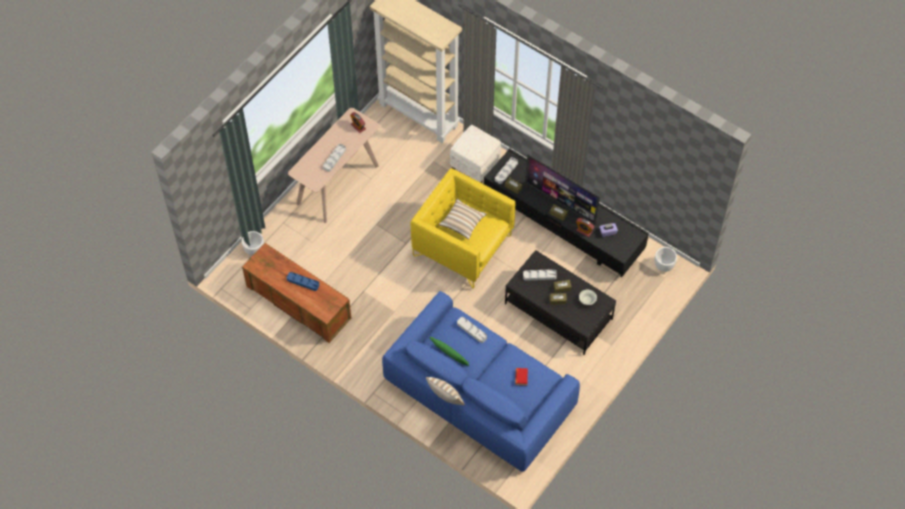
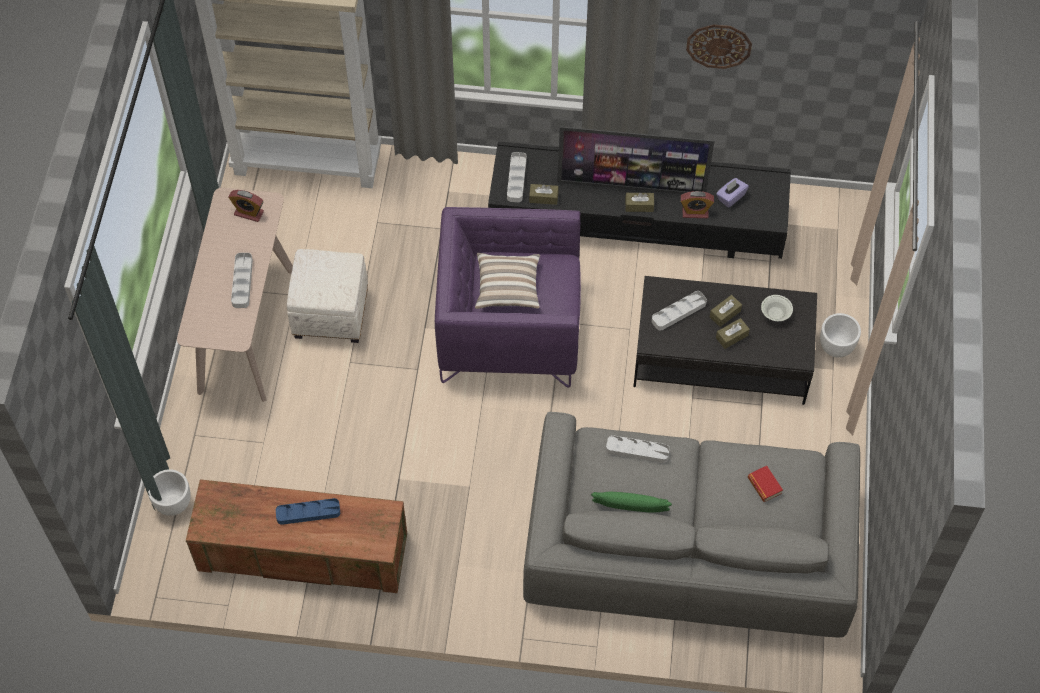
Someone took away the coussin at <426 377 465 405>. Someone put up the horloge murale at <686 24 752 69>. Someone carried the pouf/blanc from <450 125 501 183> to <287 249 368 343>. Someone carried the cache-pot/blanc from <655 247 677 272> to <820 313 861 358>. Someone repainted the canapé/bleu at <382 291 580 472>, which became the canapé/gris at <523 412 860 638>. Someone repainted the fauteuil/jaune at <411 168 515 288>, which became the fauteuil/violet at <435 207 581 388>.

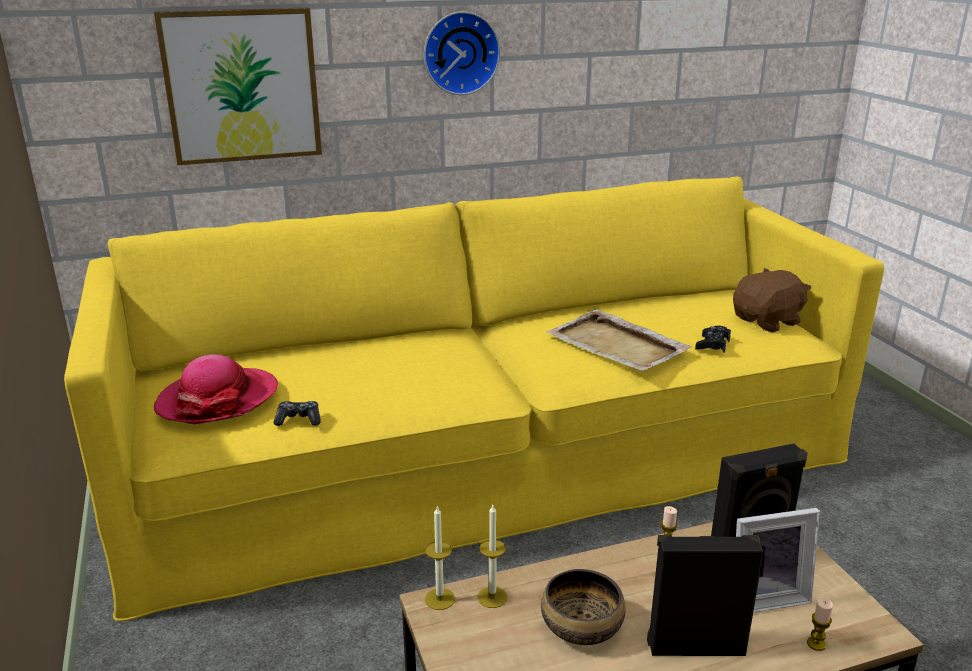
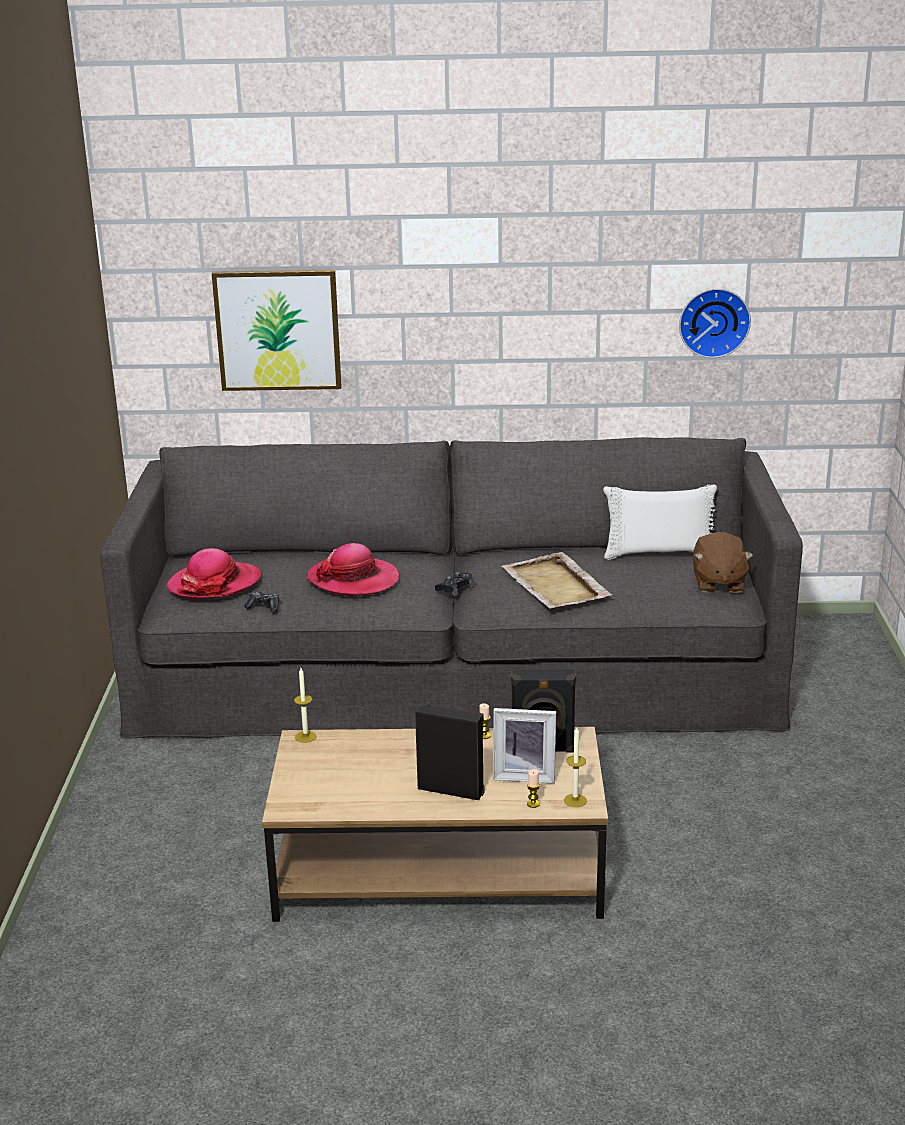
Someone took away the bol at <541 569 625 645>. Someone put down the chapeau at <306 543 399 597>. Someone put down the coussin/blanc at <603 484 717 560>. Someone carried the horloge murale from <424 11 500 95> to <679 288 751 358>. Someone carried the bougie from <477 505 507 608> to <564 727 587 807>. Someone carried the manette/noir from <695 326 731 352> to <435 572 474 597>. Someone repainted the canapé/jaune at <64 177 884 621>, which became the canapé/gris at <100 437 803 738>. Someone rotated the peluche/marron at <733 268 811 333> by 105 degrees clockwise.

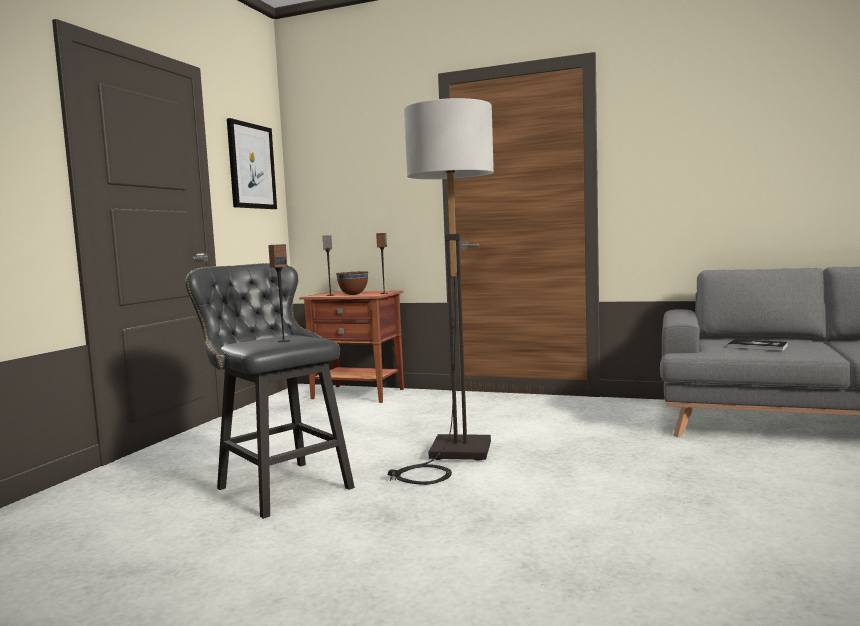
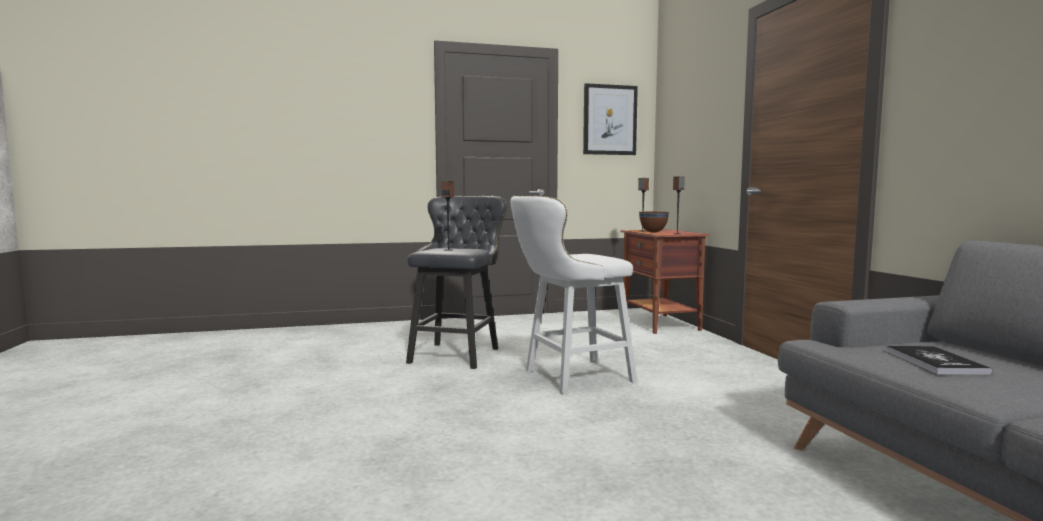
Someone swapped the lampadaire at <388 98 494 485> for the tabouret/blanc at <510 196 637 395>.

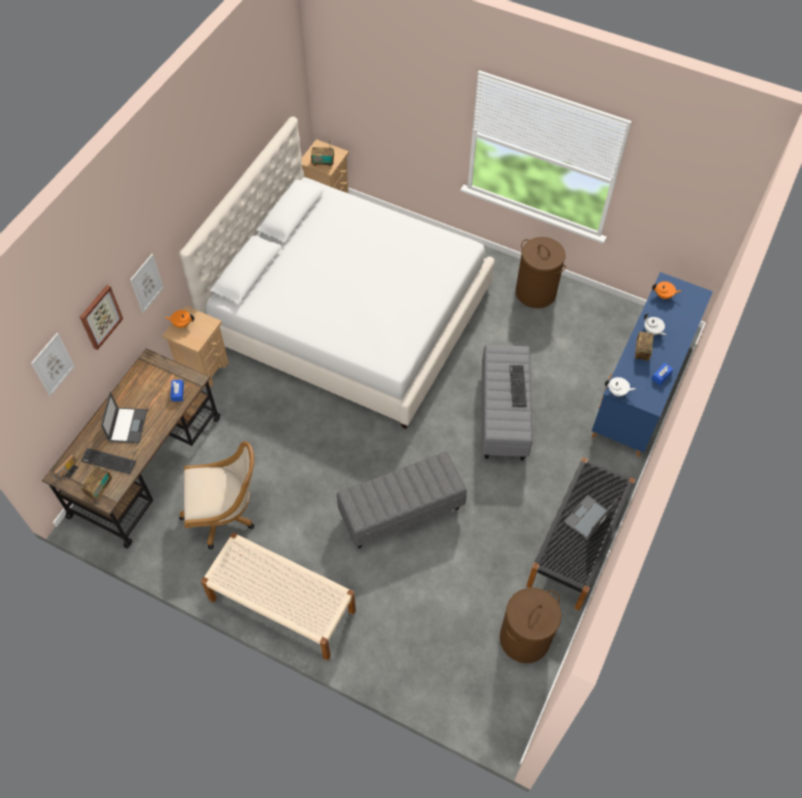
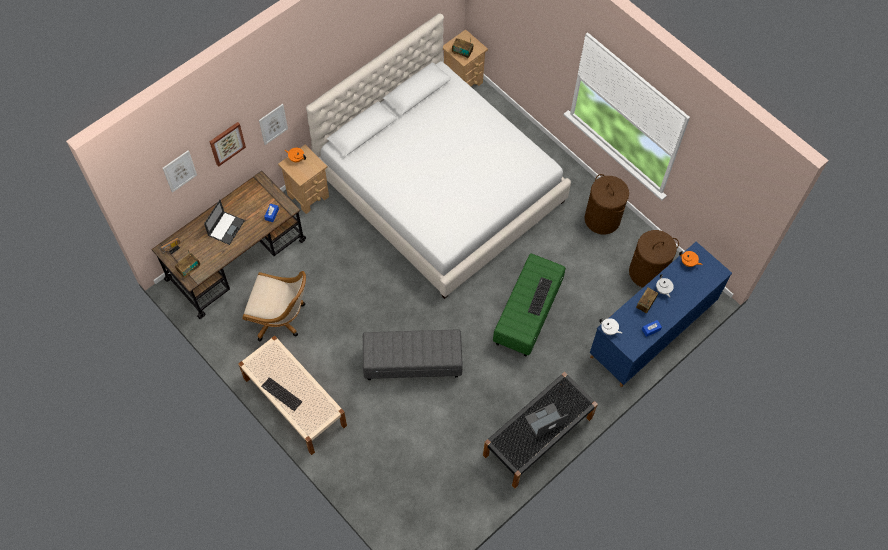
Someone carried the clavier from <81 448 137 474> to <261 377 302 411>. Someone carried the panier à linge/marron from <500 588 561 663> to <629 230 679 288>. Someone repainted the pouf/gris at <482 345 533 460>, which became the pouf/vert at <493 253 566 357>.

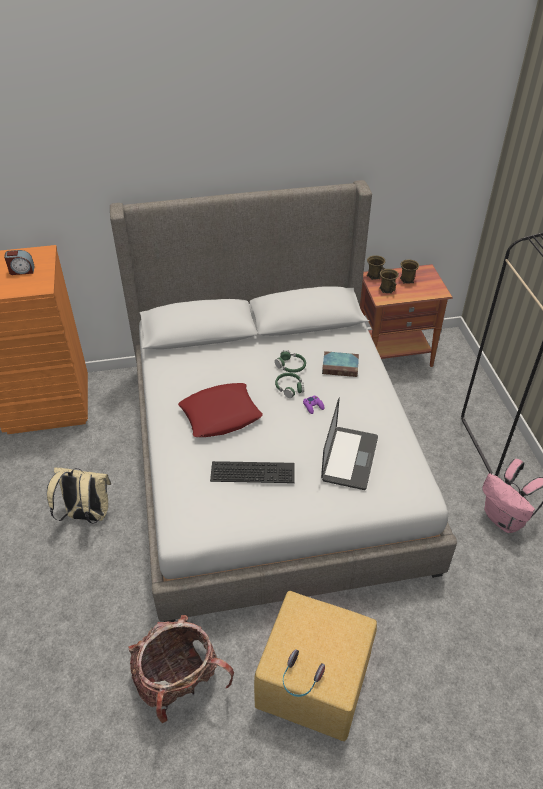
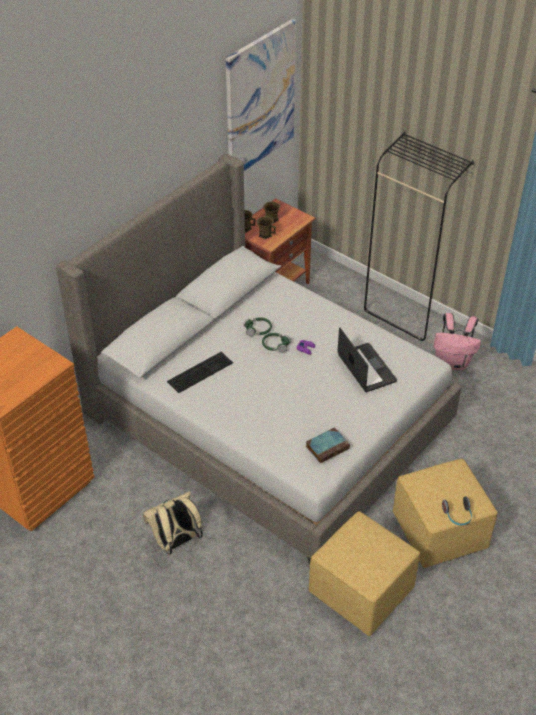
Someone took away the réveil at <4 250 35 275>. Someone took away the coussin/rouge at <178 383 263 437>. Someone put up the tableau at <226 19 296 171>. Someone carried the clavier from <210 461 295 483> to <167 352 233 393>. Someone carried the livre from <322 351 359 377> to <306 427 350 463>. Someone swapped the sac à dos at <128 615 234 723> for the pouf/jaune at <309 511 420 636>.

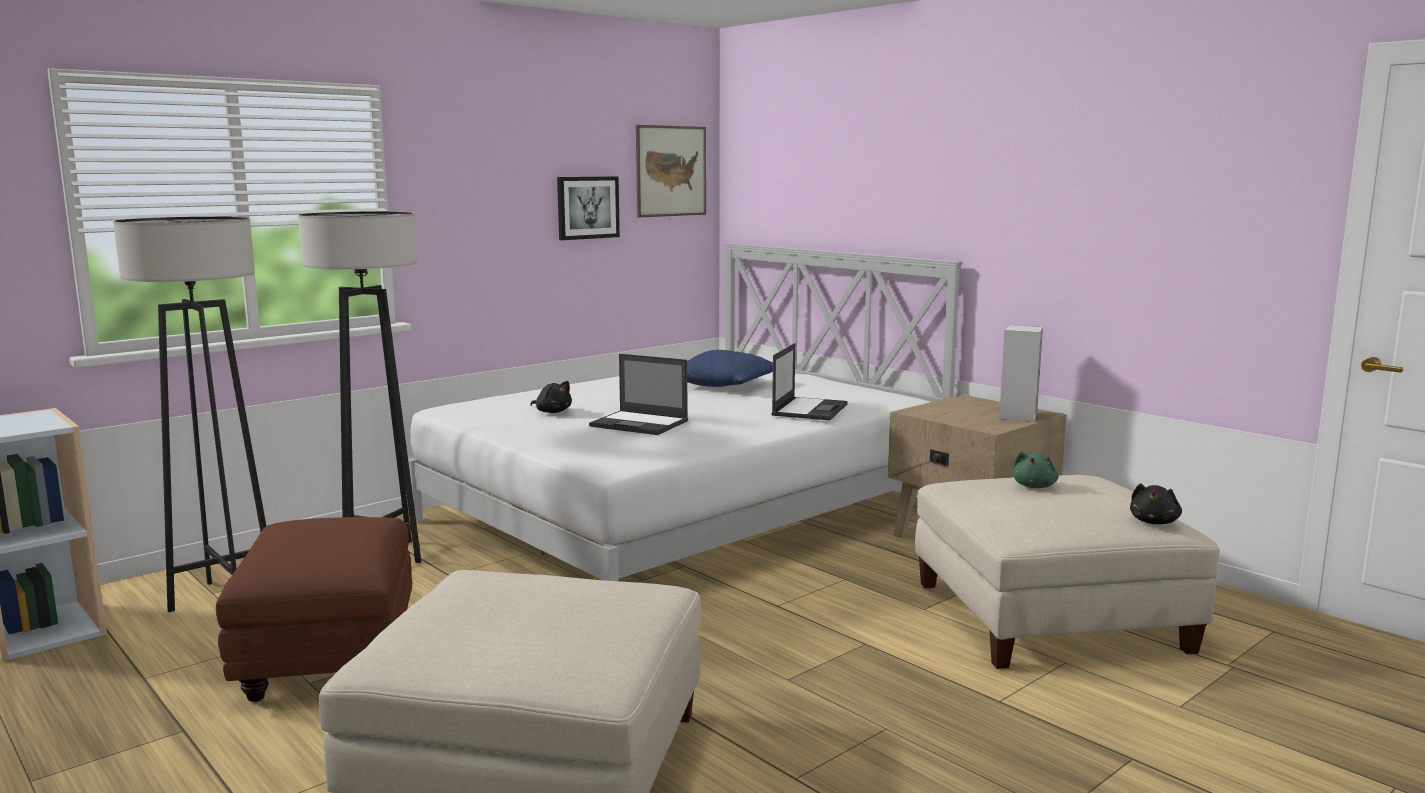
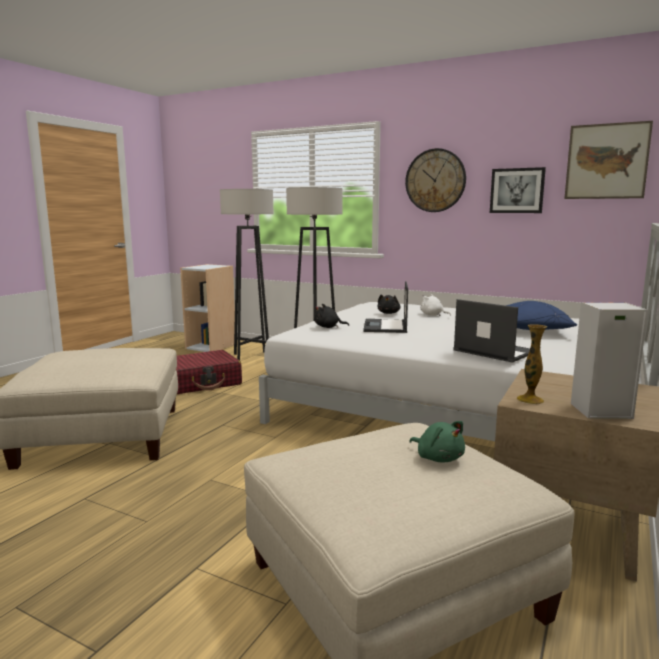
Someone put up the horloge murale at <405 148 466 212>. Someone put down the peluche/blanc at <420 294 451 316>. Someone put down the vase at <517 324 547 404>. Someone carried the peluche/noir from <1130 483 1182 524> to <314 304 349 328>. Someone swapped the pouf/marron at <216 517 412 702> for the valise/rouge at <176 350 242 394>. Someone rotated the ordinateur portable at <772 343 848 420> by 135 degrees counterclockwise. Someone rotated the peluche/vert at <1013 451 1059 488> by 135 degrees counterclockwise.

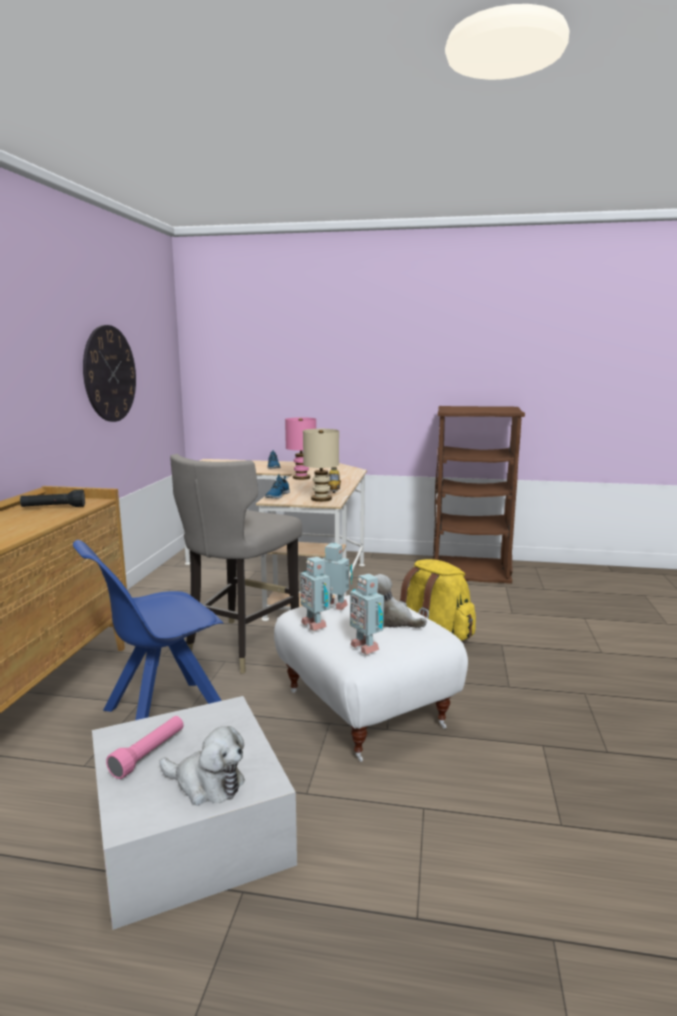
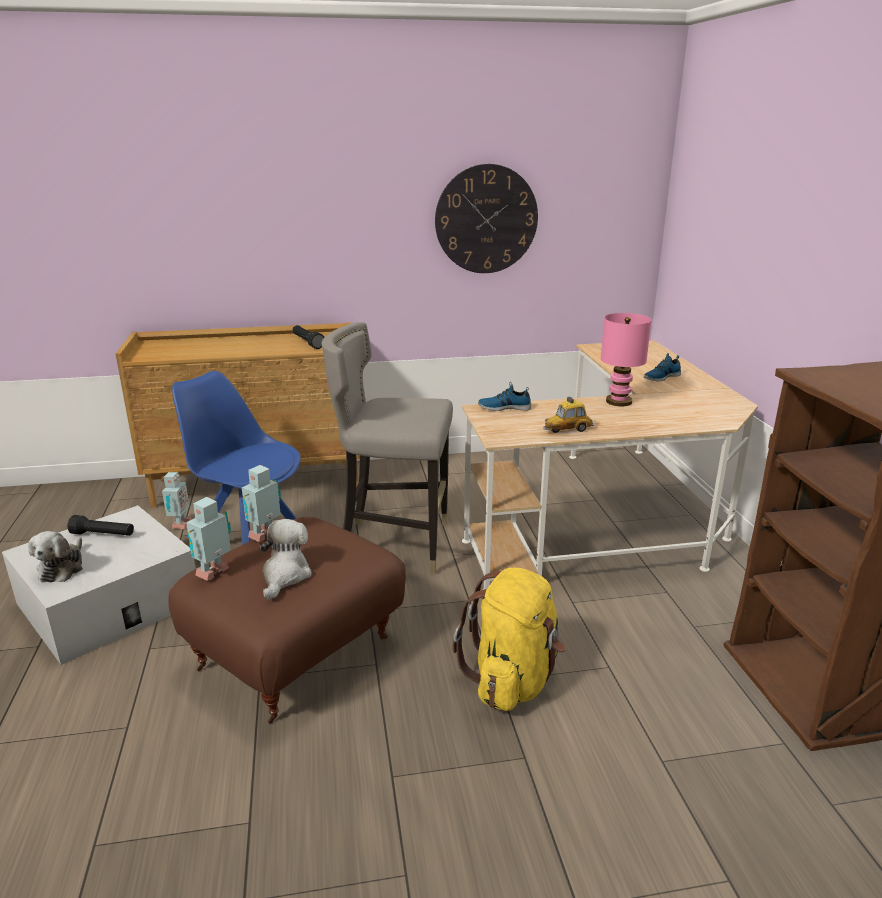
Someone took away the lampe de table/beige at <303 429 339 502>. Someone carried the robot jouet from <323 543 353 610> to <162 472 192 529>. Someone repainted the lampe de poche/rose at <106 716 184 779>, which became the lampe de poche/noir at <67 515 134 536>. Someone repainted the pouf/blanc at <274 595 468 762>, which became the pouf/marron at <168 517 406 724>.

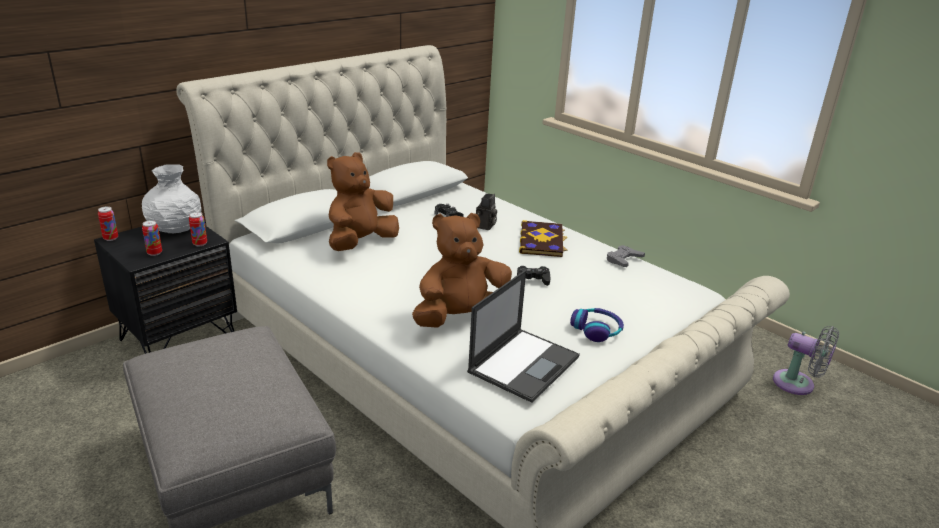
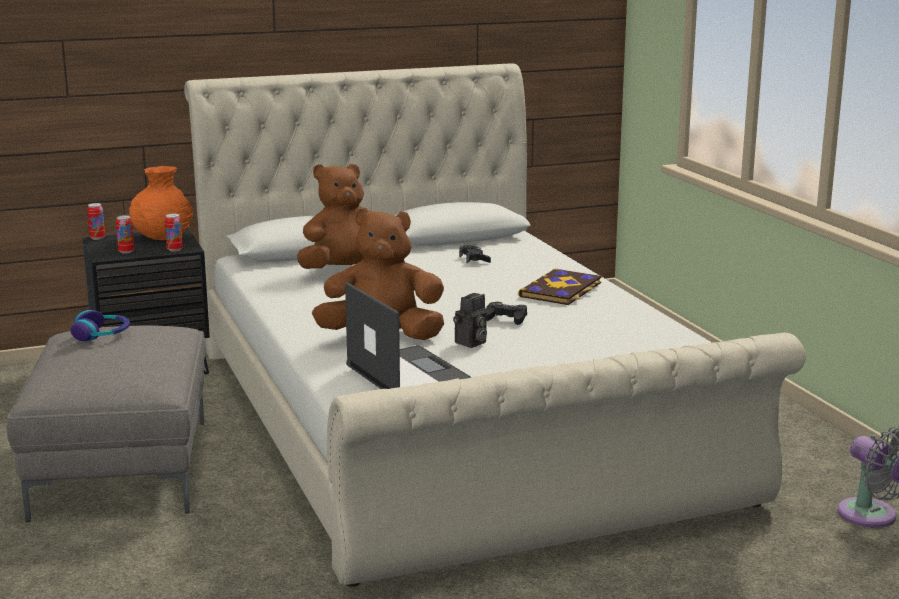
Someone took away the manette/gris at <607 245 645 267>. Someone carried the appareil photo from <476 194 497 230> to <453 293 487 348>. Someone carried the casque audio from <570 308 624 342> to <71 310 130 341>. Someone repainted the vase/blanc at <142 164 201 234>, which became the vase/orange at <129 166 193 240>. Someone rotated the ordinateur portable at <467 270 580 403> by 90 degrees counterclockwise.

